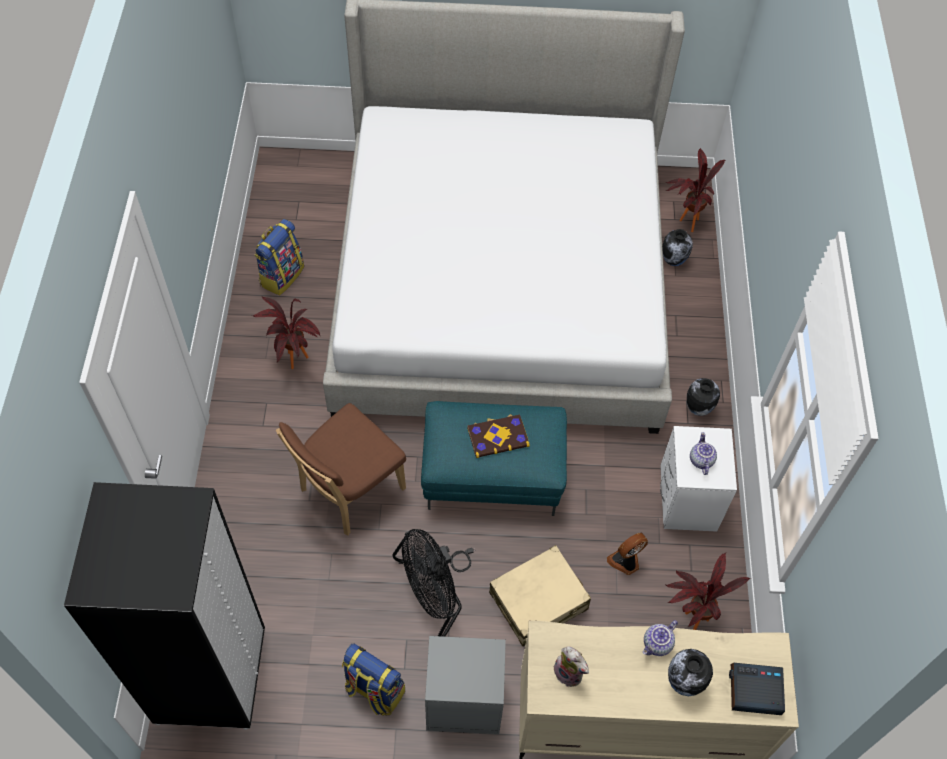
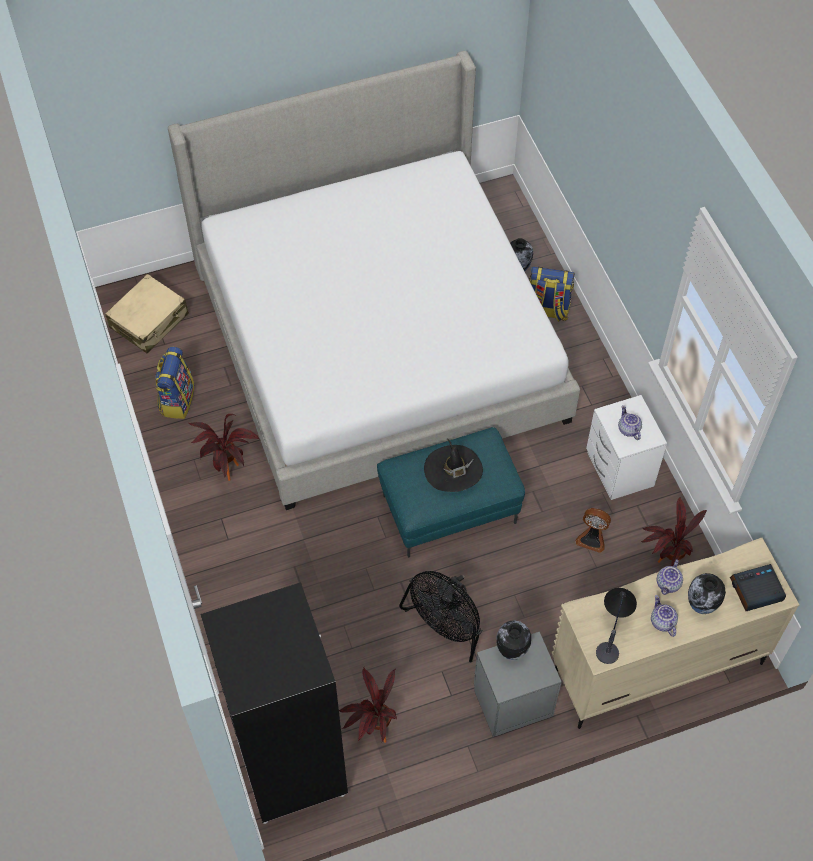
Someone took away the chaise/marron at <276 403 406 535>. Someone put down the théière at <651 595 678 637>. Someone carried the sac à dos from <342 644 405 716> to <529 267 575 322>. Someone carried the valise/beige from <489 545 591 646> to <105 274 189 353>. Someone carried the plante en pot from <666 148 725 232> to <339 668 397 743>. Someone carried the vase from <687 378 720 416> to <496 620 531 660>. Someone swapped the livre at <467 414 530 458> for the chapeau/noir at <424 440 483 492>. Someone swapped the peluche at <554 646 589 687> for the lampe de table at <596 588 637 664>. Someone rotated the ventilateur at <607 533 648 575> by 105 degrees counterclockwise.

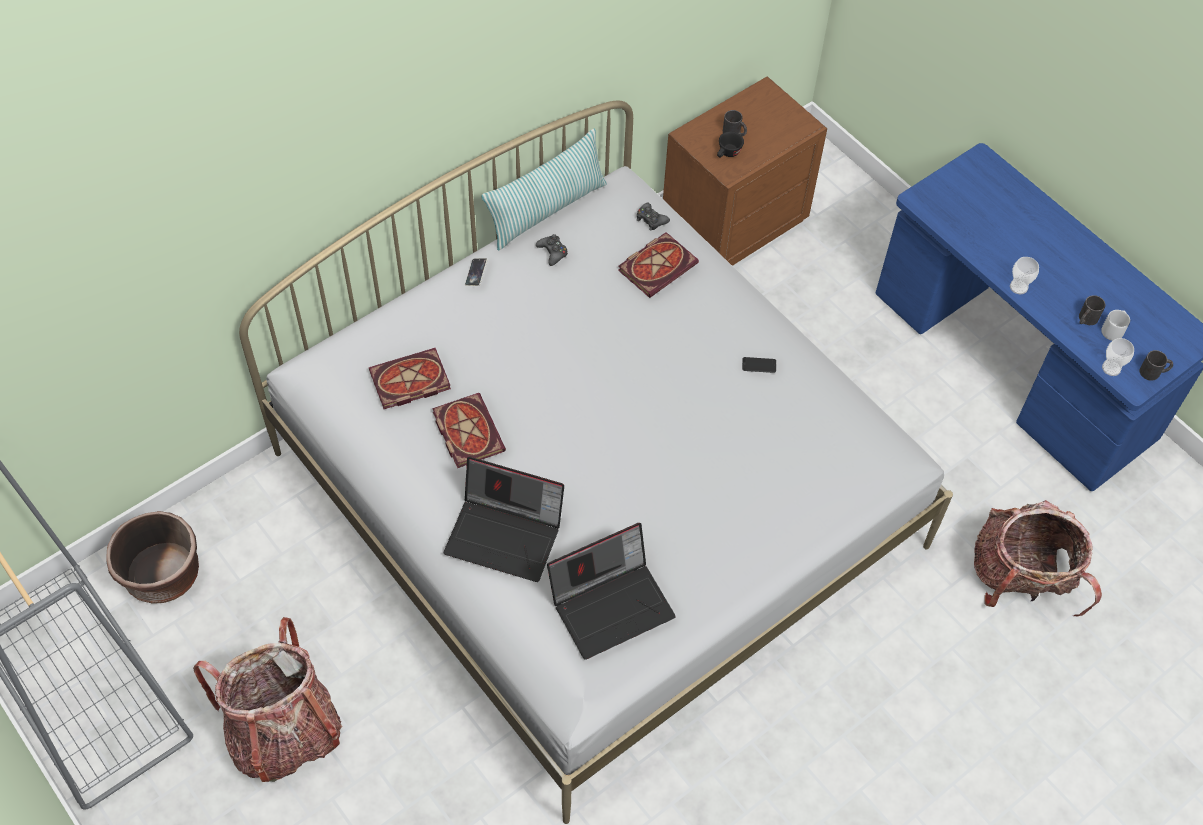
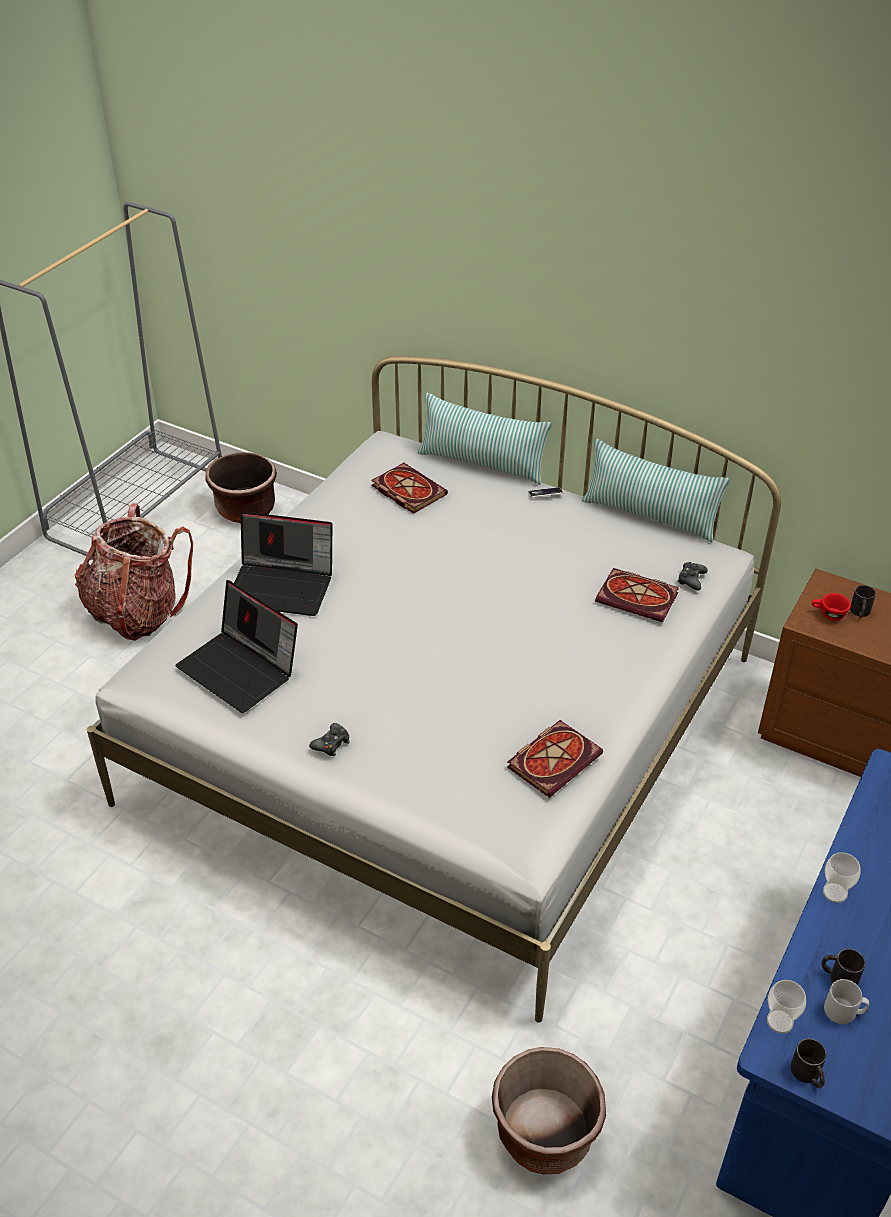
Someone took away the téléphone at <742 357 776 373>. Someone put down the coussin at <418 393 552 485>. Someone carried the livre from <432 393 506 468> to <507 720 603 798>. Someone carried the manette/noir from <536 234 568 266> to <309 723 350 756>. Someone swapped the sac à dos at <974 500 1102 617> for the cache-pot/marron at <492 1047 606 1174>. Someone repainted the tasse/noir at <717 131 744 158>, which became the tasse/rouge at <812 593 851 621>. Someone rotated the ordinateur portable at <444 457 564 582> by 75 degrees counterclockwise.

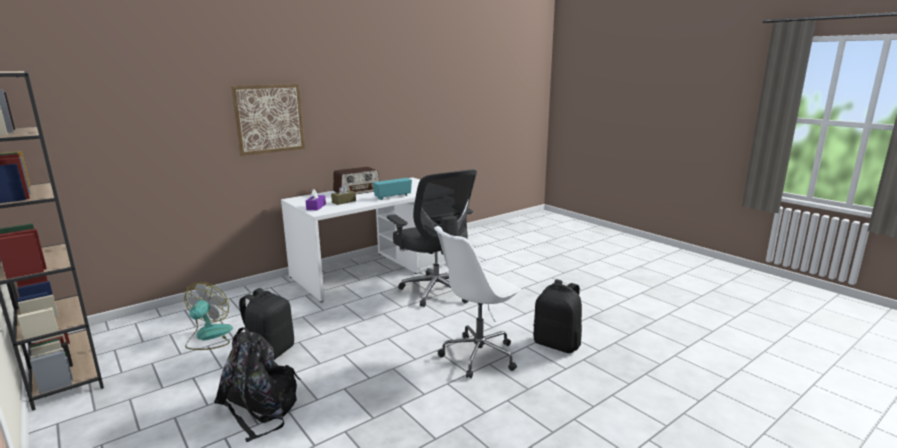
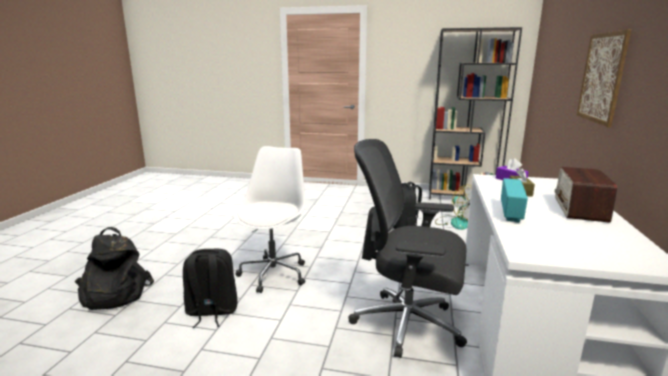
Someone carried the sac à dos/noir from <214 327 301 442> to <75 227 154 310>.

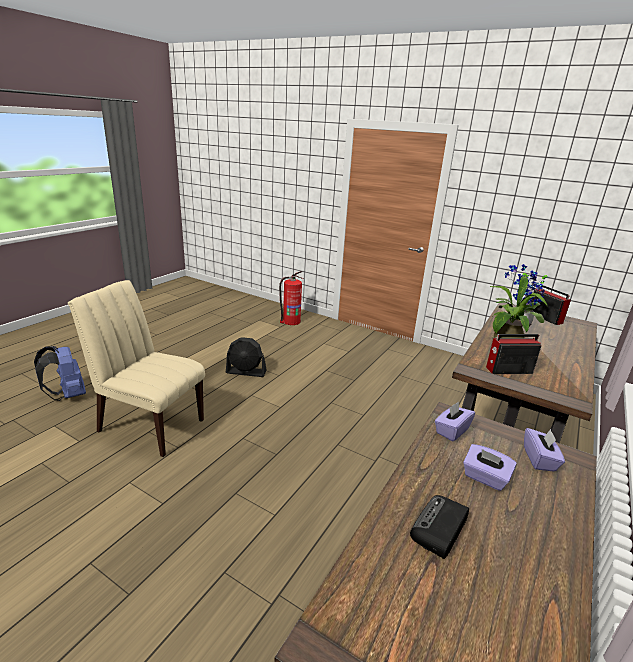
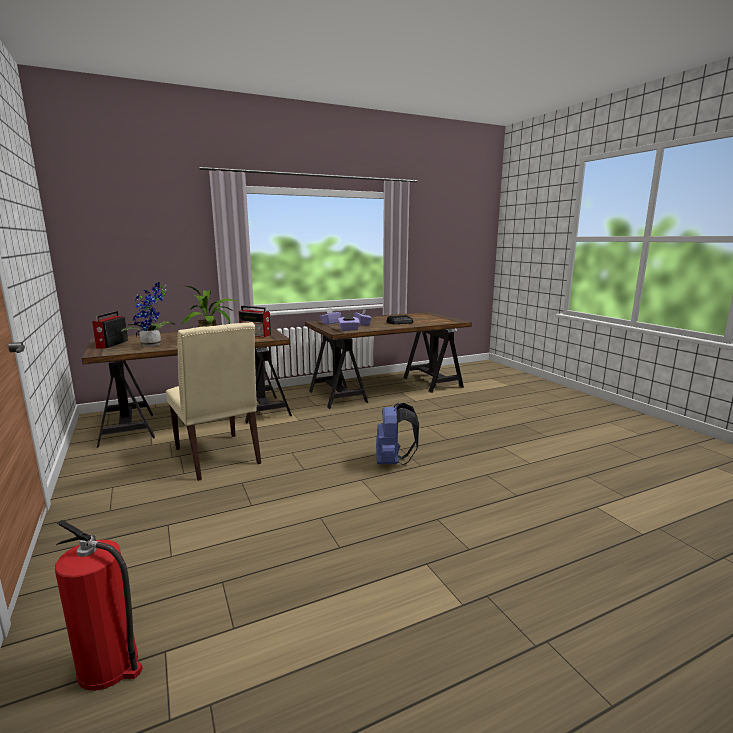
Someone took away the ventilateur/noir at <226 337 267 377>. Someone carried the sac à dos/bleu from <34 346 86 401> to <376 403 419 465>. Someone carried the chaise/beige from <68 280 205 457> to <166 322 261 481>.

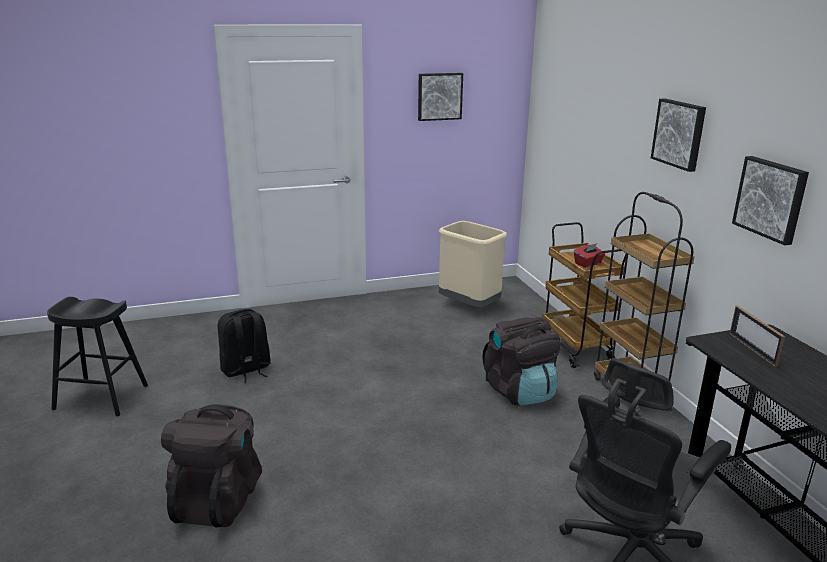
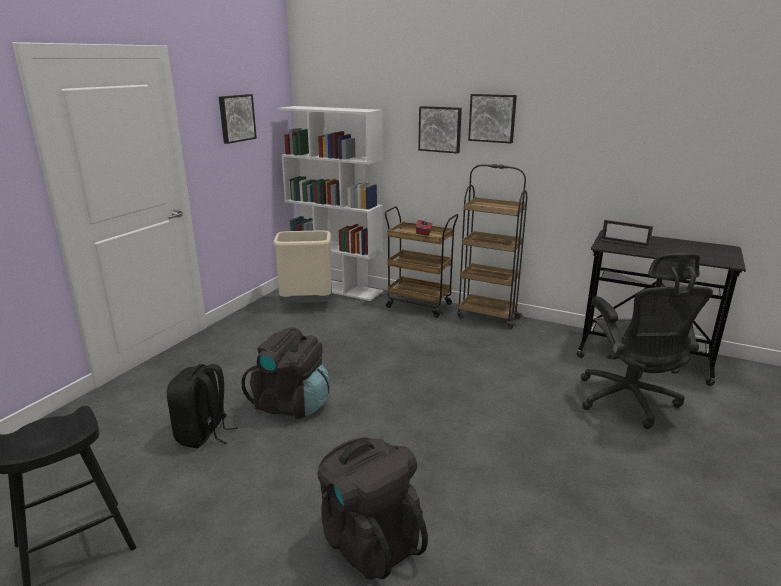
Someone put down the bibliothèque/blanc at <278 106 383 301>. Someone carried the sac à dos/noir from <482 317 561 405> to <241 327 330 419>. Someone carried the tableau from <732 156 809 245> to <418 106 462 154>.

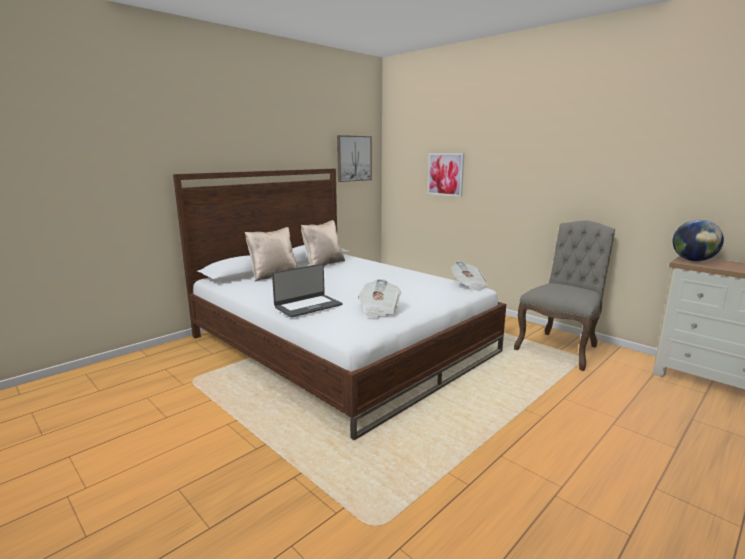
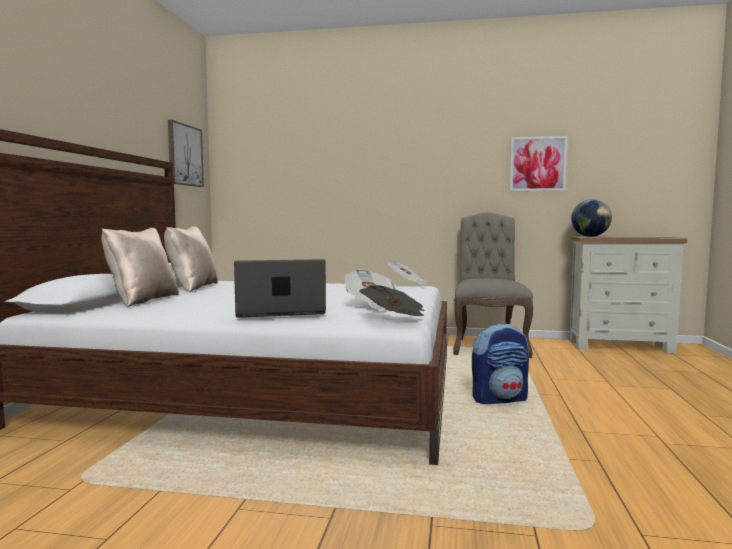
Someone put down the journal at <359 285 425 316>. Someone put down the sac à dos at <472 324 529 404>. Someone carried the tableau from <427 153 464 197> to <510 136 568 191>. Someone rotated the ordinateur portable at <272 264 342 317> by 120 degrees counterclockwise.

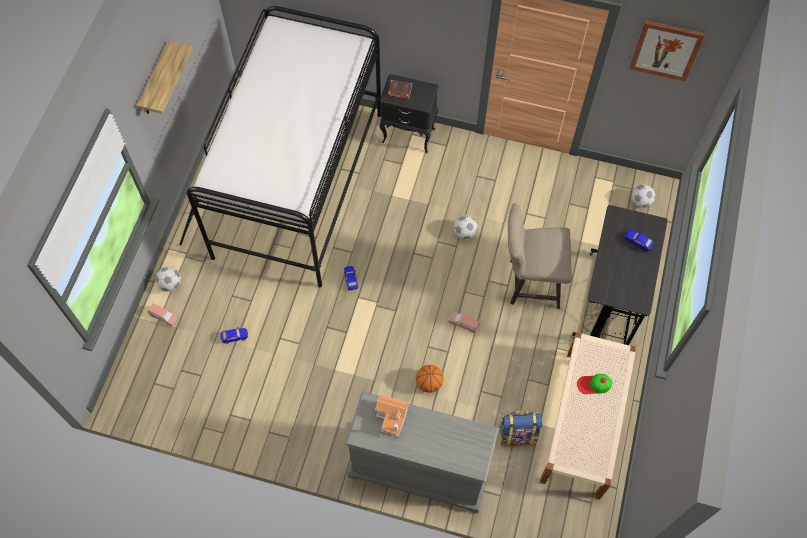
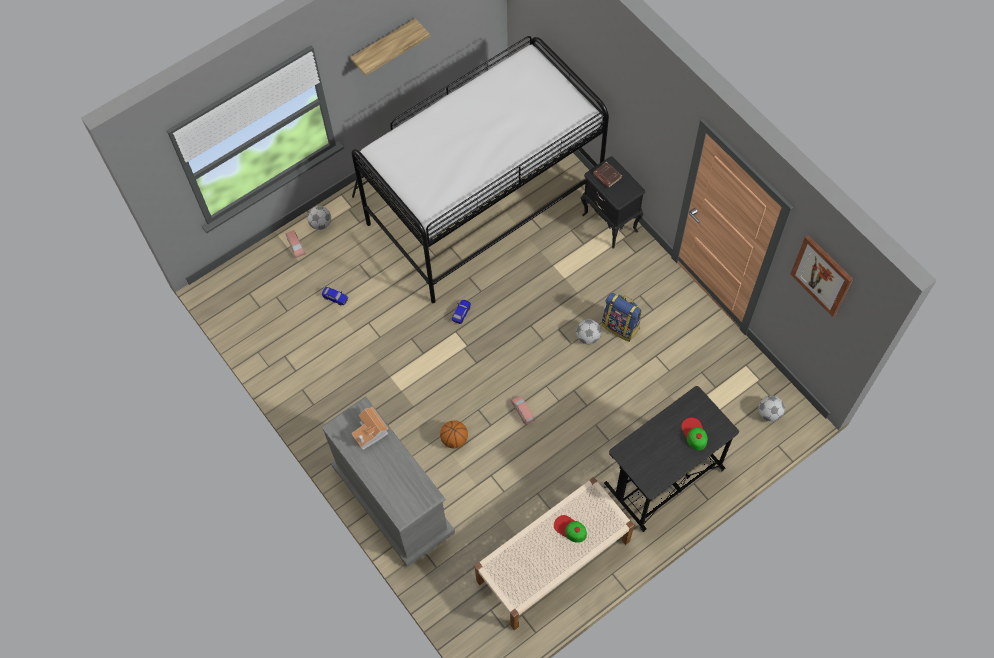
Someone took away the tabouret/beige at <508 203 572 309>. Someone carried the sac à dos from <499 411 543 447> to <602 293 642 342>. Someone swapped the petite voiture at <624 229 654 252> for the casquette at <681 418 708 450>.

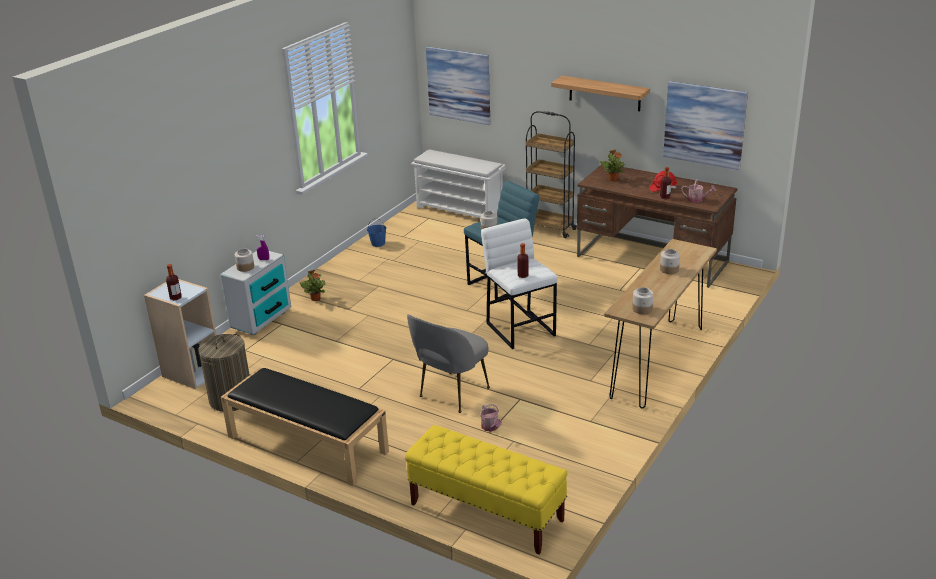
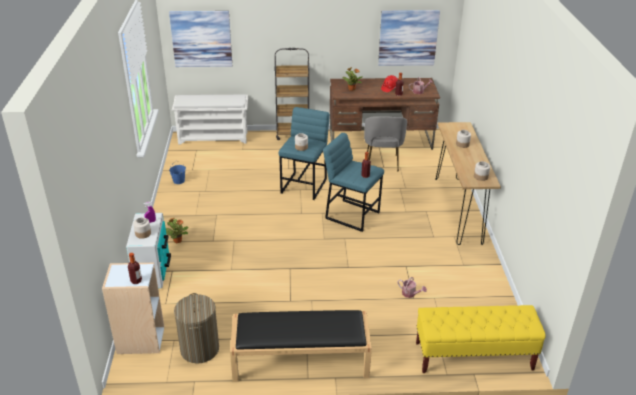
Someone took away the étagère at <551 76 650 111>. Someone carried the chaise/gris from <407 314 490 413> to <364 116 407 171>. Someone repainted the tabouret/blanc at <481 218 558 349>, which became the tabouret/bleu at <323 133 384 232>.

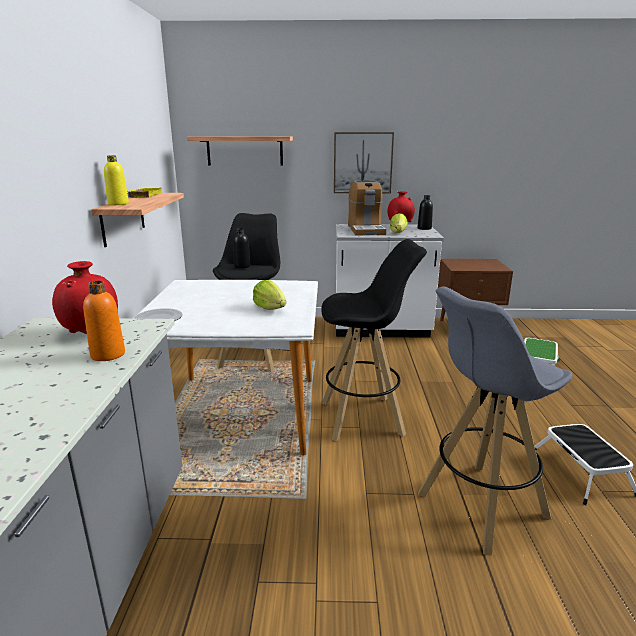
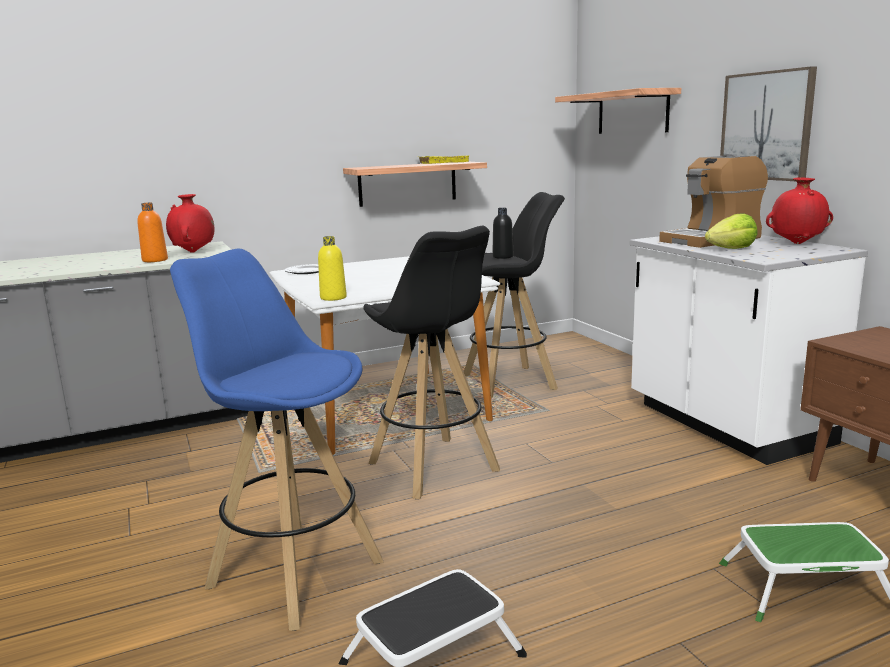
Someone took away the laitue at <253 280 286 310>. Someone took away the bouteille/noir at <418 195 433 230>. Someone carried the bouteille/jaune from <104 155 129 205> to <318 236 347 301>. Someone repainted the tabouret/gris at <418 287 572 556>, which became the tabouret/bleu at <170 248 384 631>.

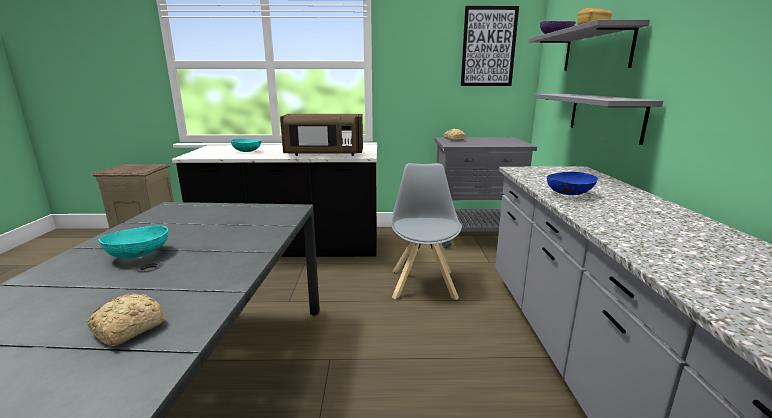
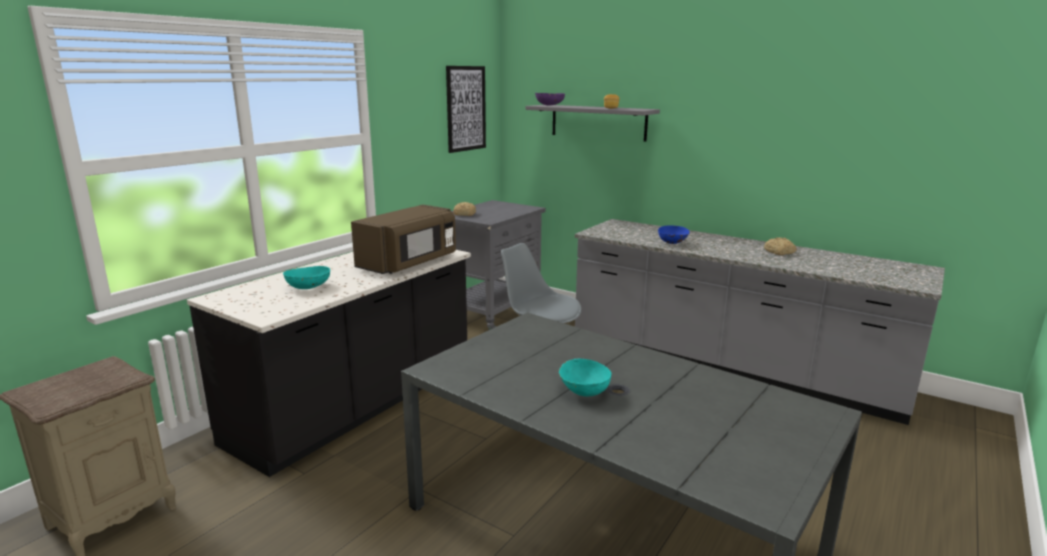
Someone took away the étagère/gris at <534 94 663 145>. Someone carried the pain from <87 293 164 346> to <764 237 797 255>.

